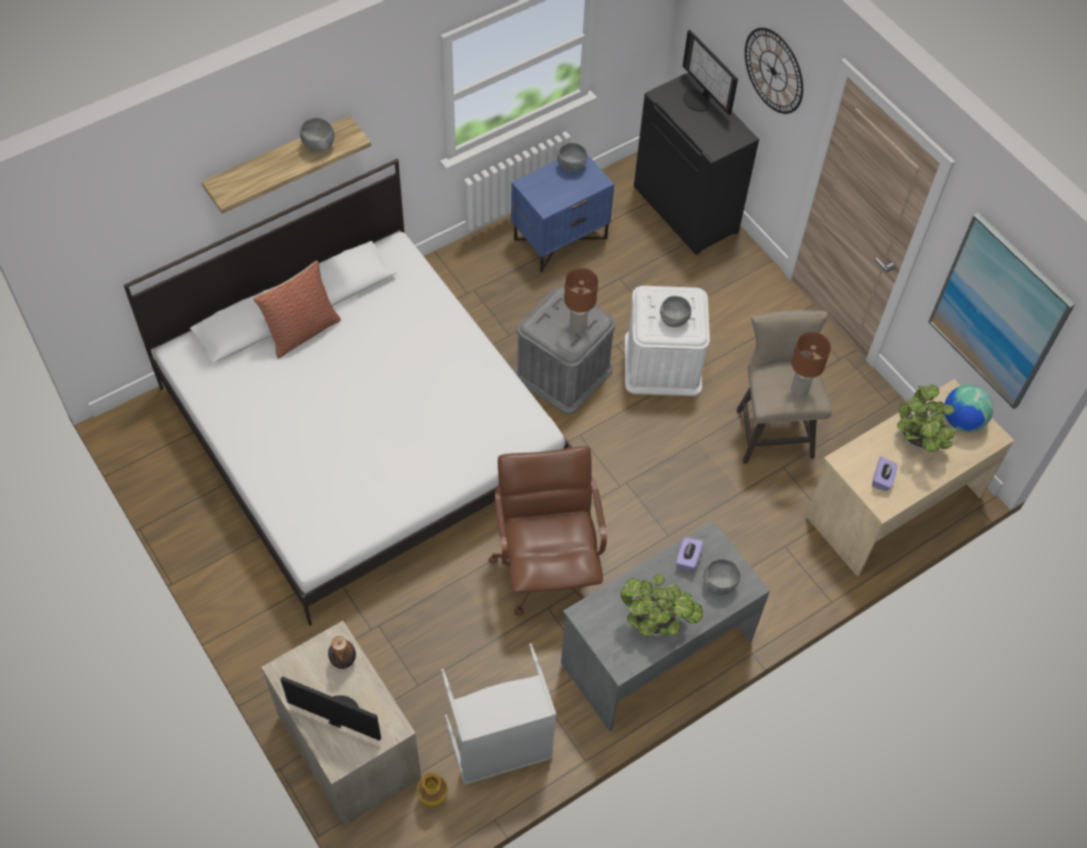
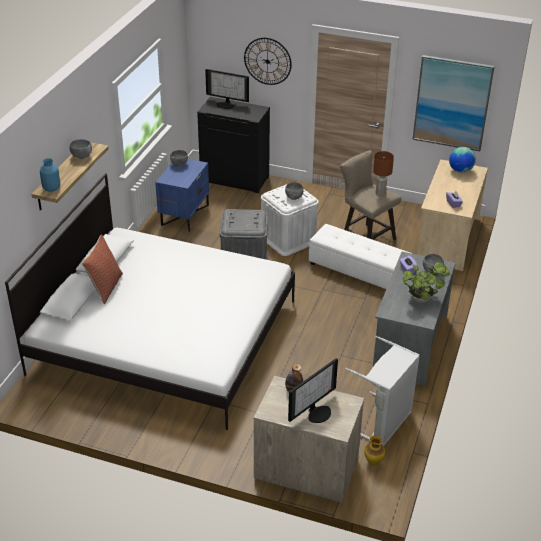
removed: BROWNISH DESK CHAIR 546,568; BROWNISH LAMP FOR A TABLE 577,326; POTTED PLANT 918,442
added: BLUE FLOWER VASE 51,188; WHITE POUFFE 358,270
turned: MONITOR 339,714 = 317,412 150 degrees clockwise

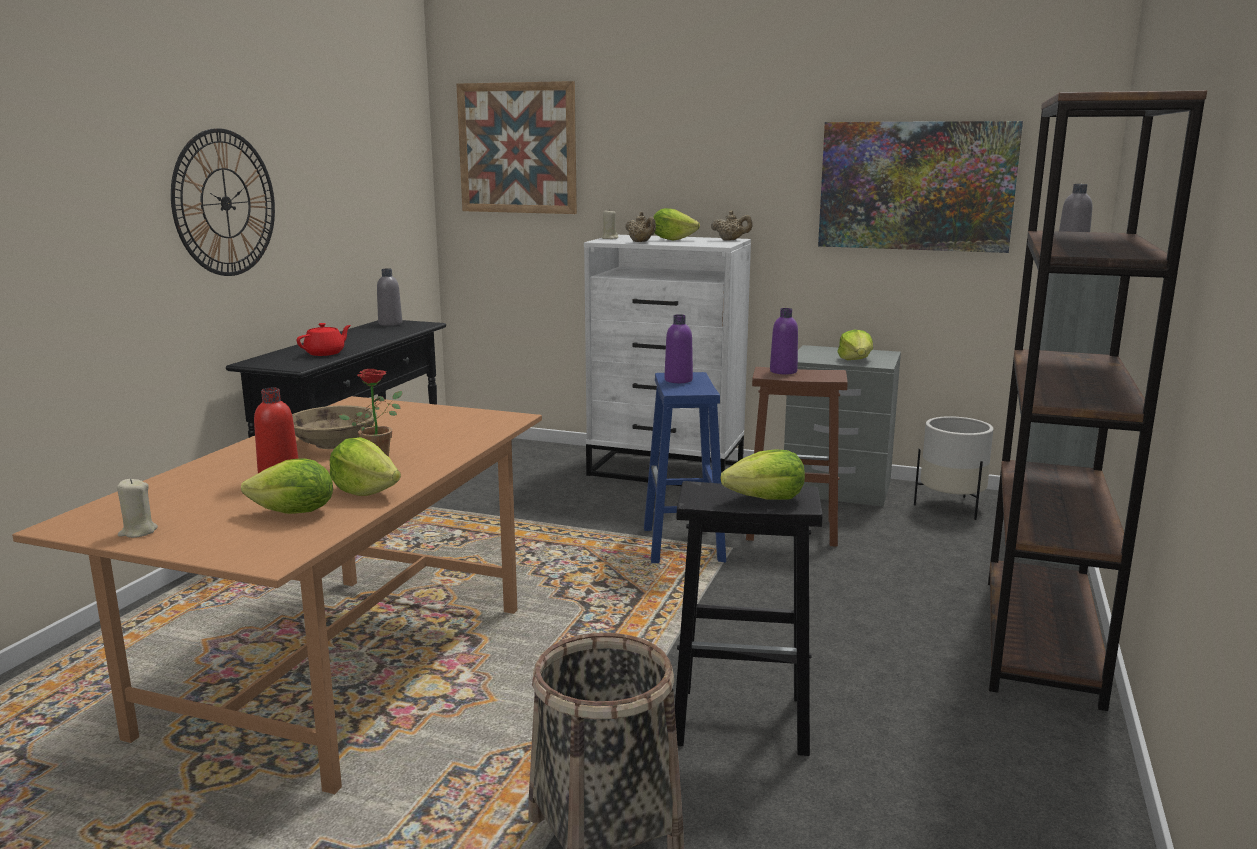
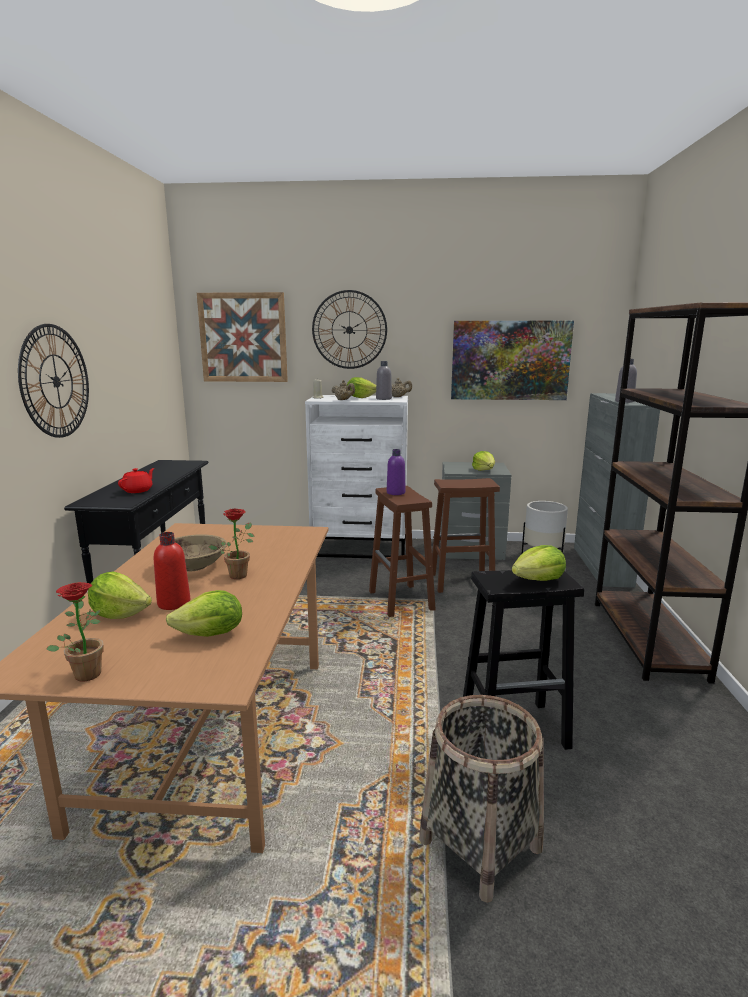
removed: PURPLISH DRINK BOTTLE 783,371
added: WALL CLOCK 349,330
moved: LETTUCE HEAD 365,491 to 120,614; GREY DRINK BOTTLE 390,324 to 383,399
replaced: BEIGE CANDLE 138,532 to POTTED PLANT 85,672
recoloured: BLUE SITTING STOOL 683,545 to BROWNISH SITTING STOOL 401,601

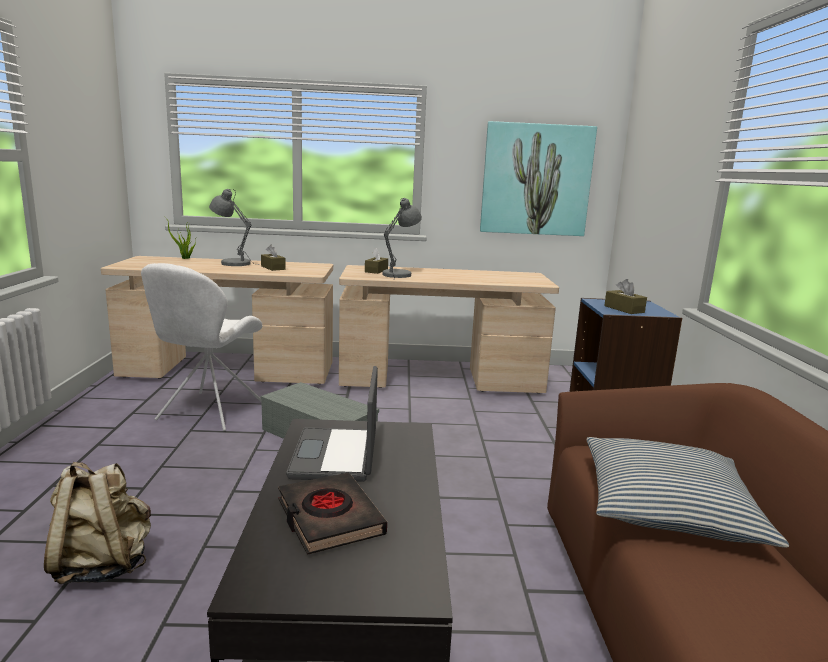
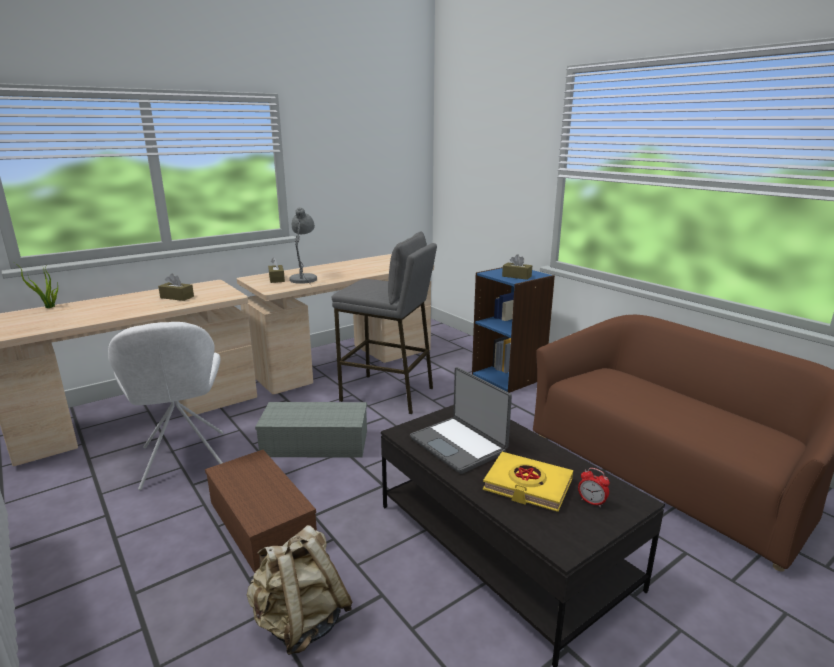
removed: GREY LAMP FOR A TABLE 233,263; PICTURE 536,180; PILLOW 667,506
added: BROWNISH STORAGE BOX 263,523; GREY SITTING STOOL 387,394; BEDSIDE CLOCK 591,502
recoloured: BLACK VOLUME 329,518 to YELLOWISH VOLUME 527,486

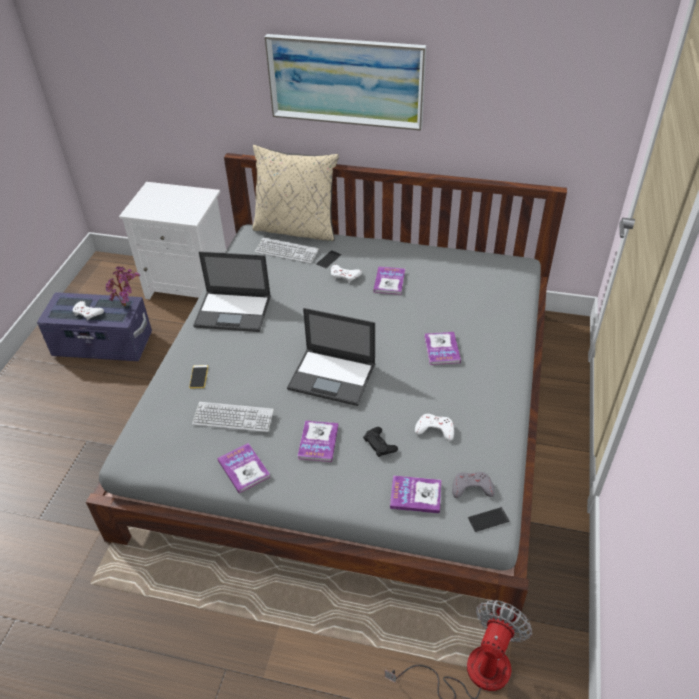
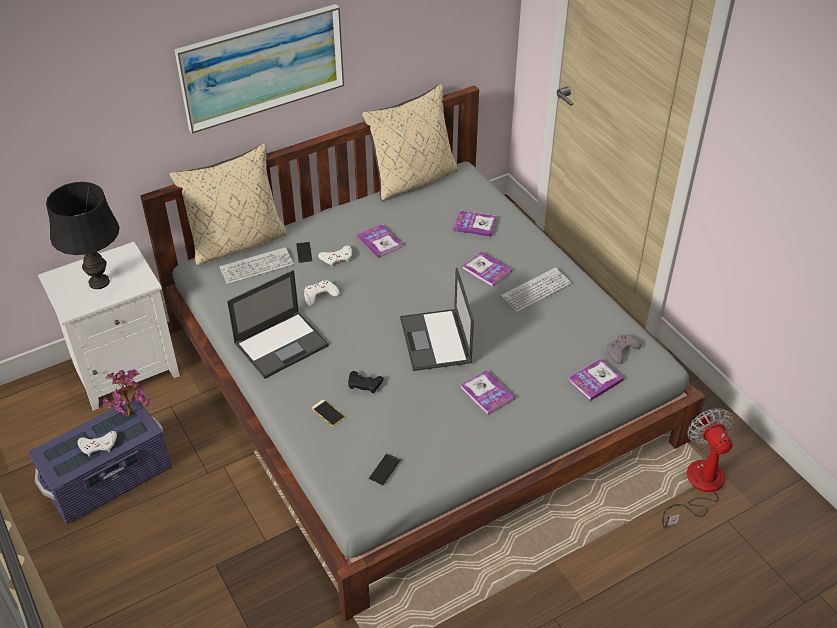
added: BLACK LAMP FOR A TABLE 99,282; BEIGE PILLOW 413,179
moved: PC KEYBOARD 233,418 to 536,291; VOLUME 244,469 to 474,224; BLACK JOYPAD 380,444 to 364,384; WHITE JOYPAD 435,429 to 320,295; TELEPHONE 488,519 to 384,469
turned: LAPTOP 333,377 = 436,341 105 degrees clockwise

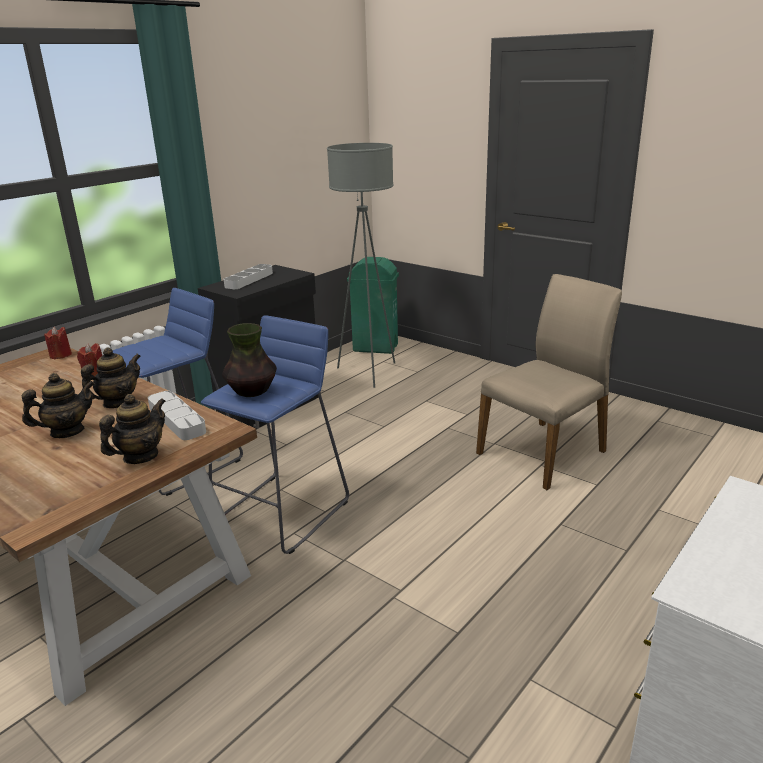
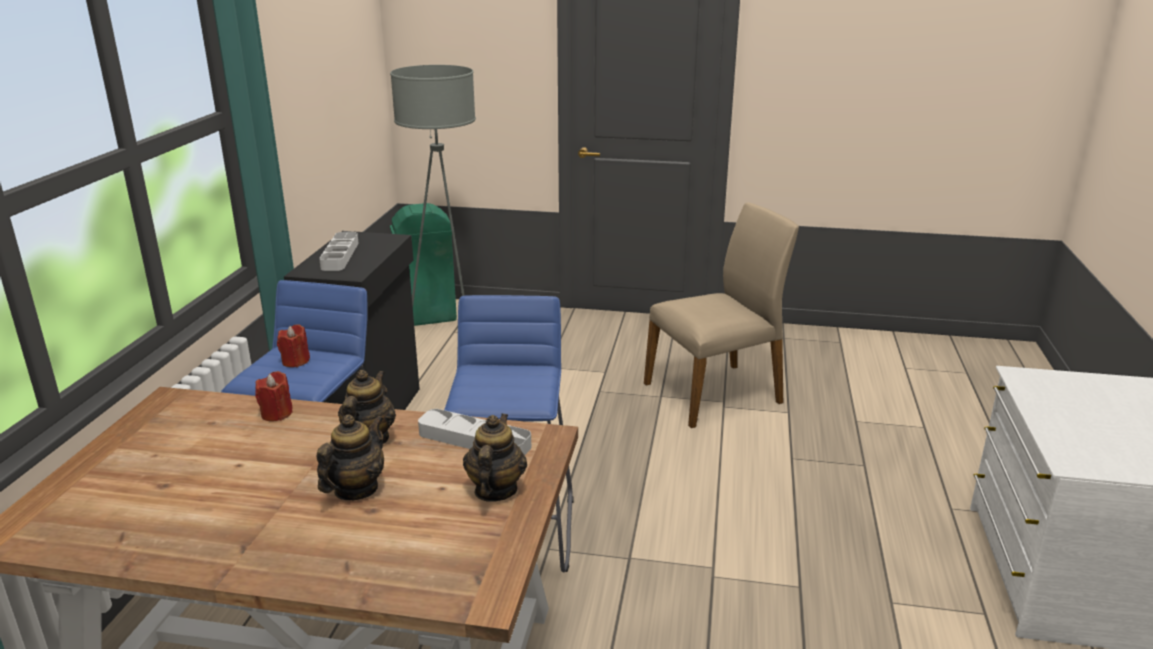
removed: FLOWER VASE 252,392
moved: REDDISH CANDLE 60,355 to 295,361
turned: BEIGE UPRIGHT CHAIR 543,452 = 714,393 45 degrees clockwise

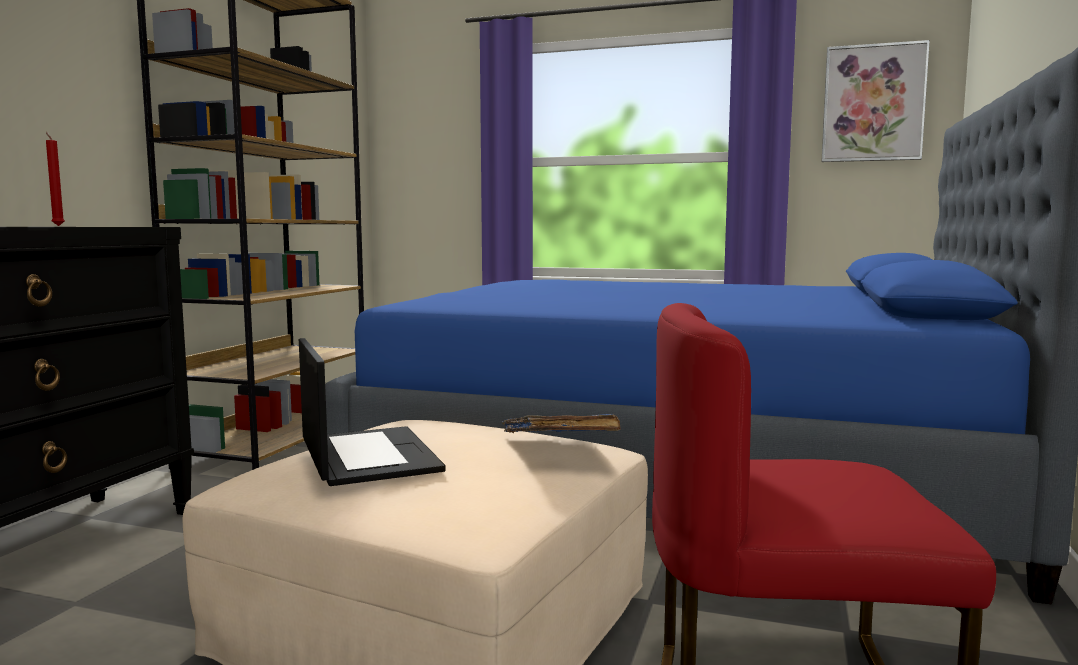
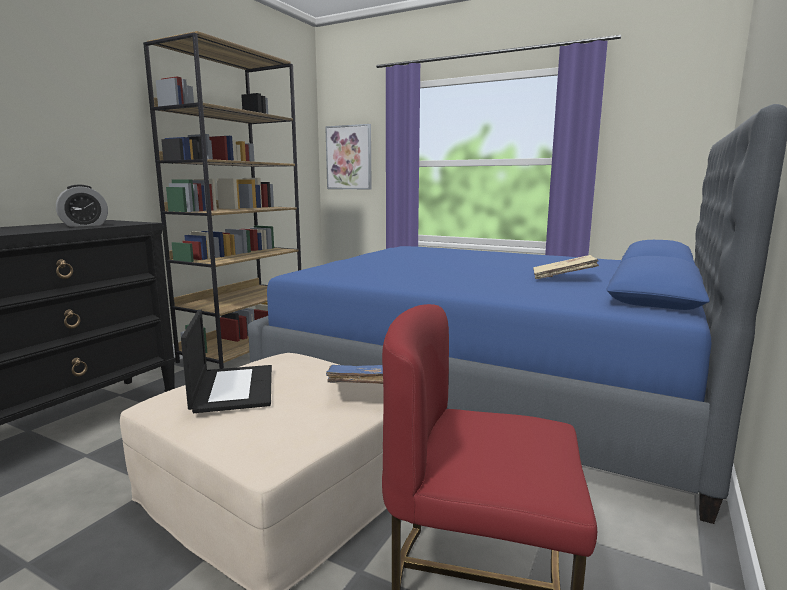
added: BEIGE VOLUME 563,278
moved: PICTURE 873,103 to 349,157
replaced: REDDISH CANDLE 57,226 to BEDSIDE CLOCK 84,225

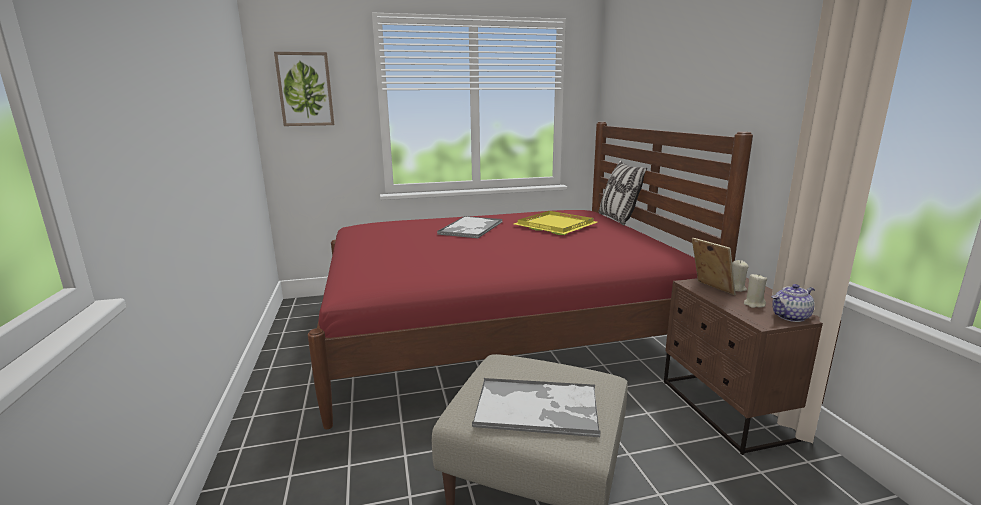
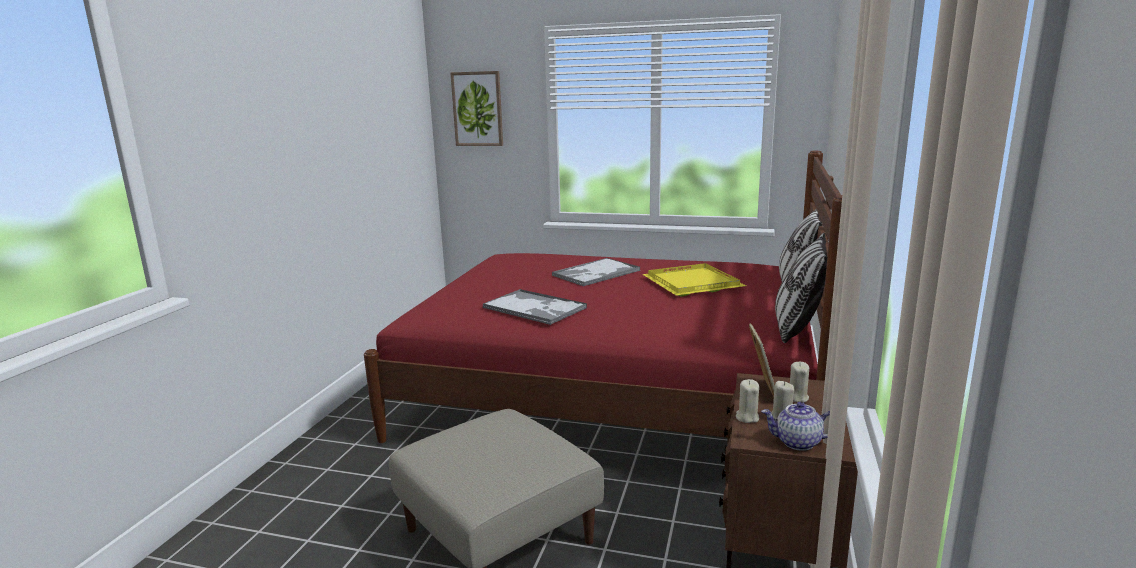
added: BEIGE CANDLE 747,417; PILLOW 797,328
moved: CARRYING TRAY 538,408 to 535,308

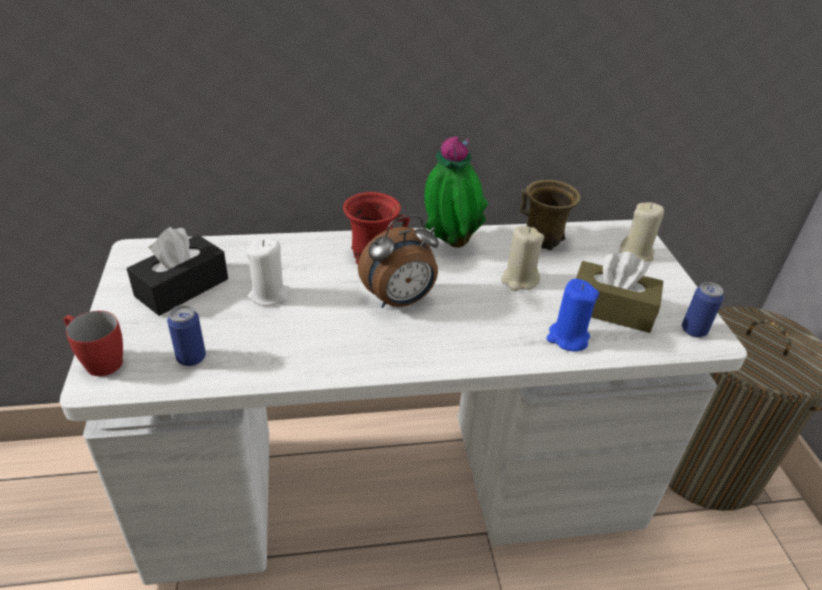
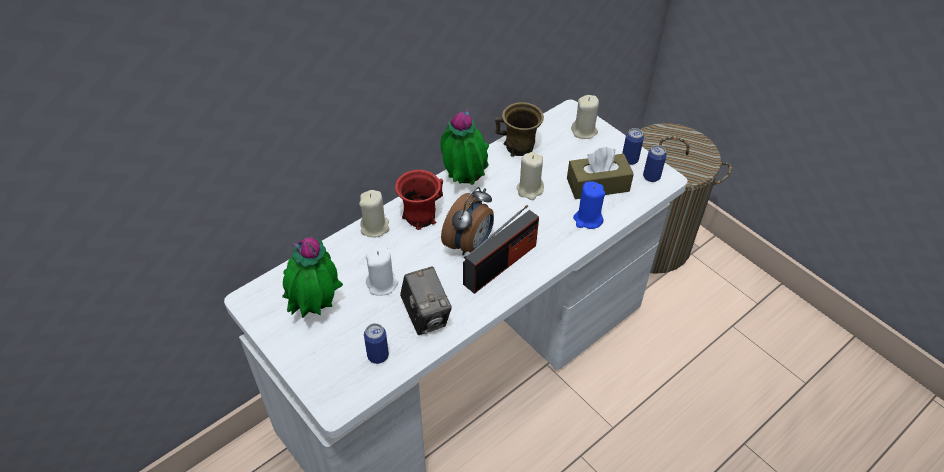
removed: REDDISH MUG 97,360
added: BEIGE CANDLE 375,227; PHOTO CAMERA 426,316; RADIO SET 500,264; SEALED CAN 629,160
replaced: BLACK TISSUE HOLDER 182,287 to POTTED PLANT 316,310

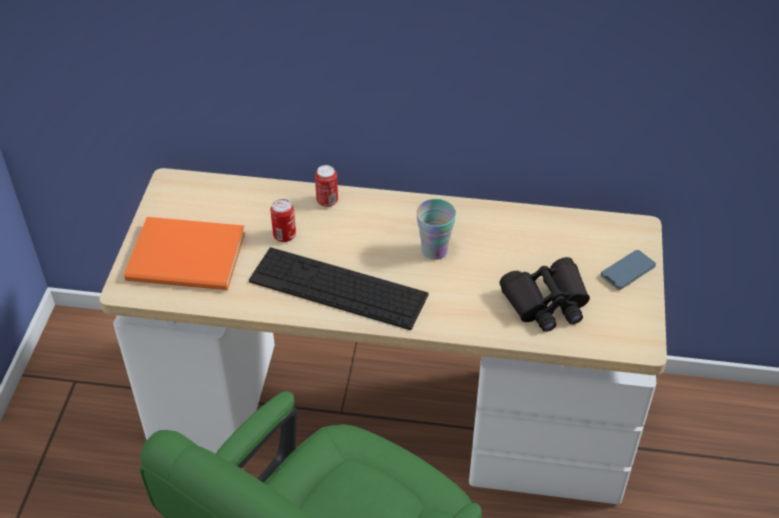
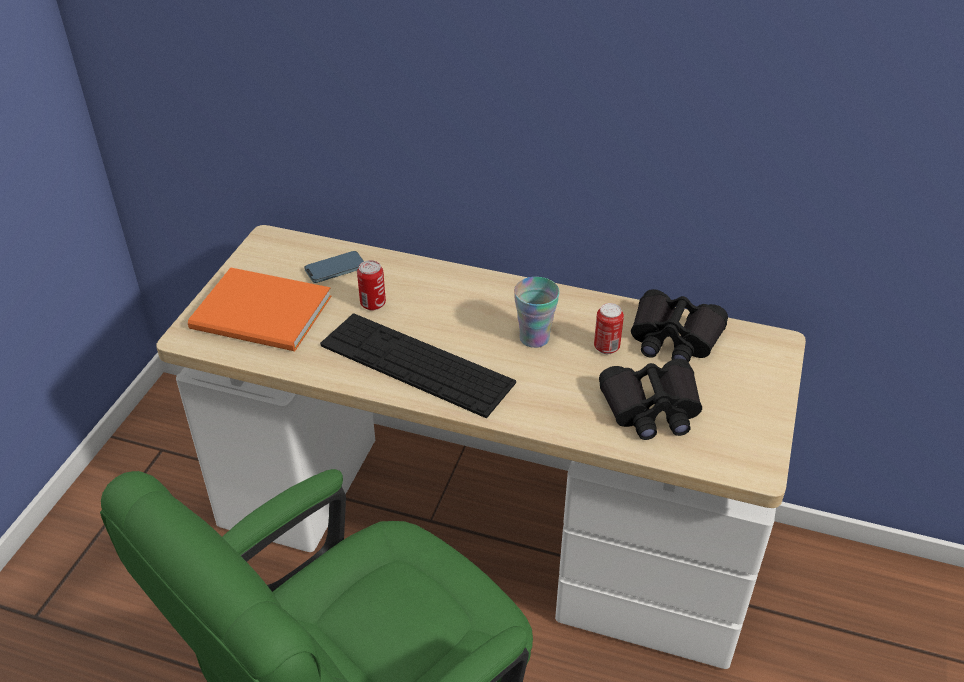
added: BLACK PAIR OF BINOCULARS 673,338
moved: SEALED CAN 327,201 to 606,347; TELEPHONE 627,272 to 335,269

